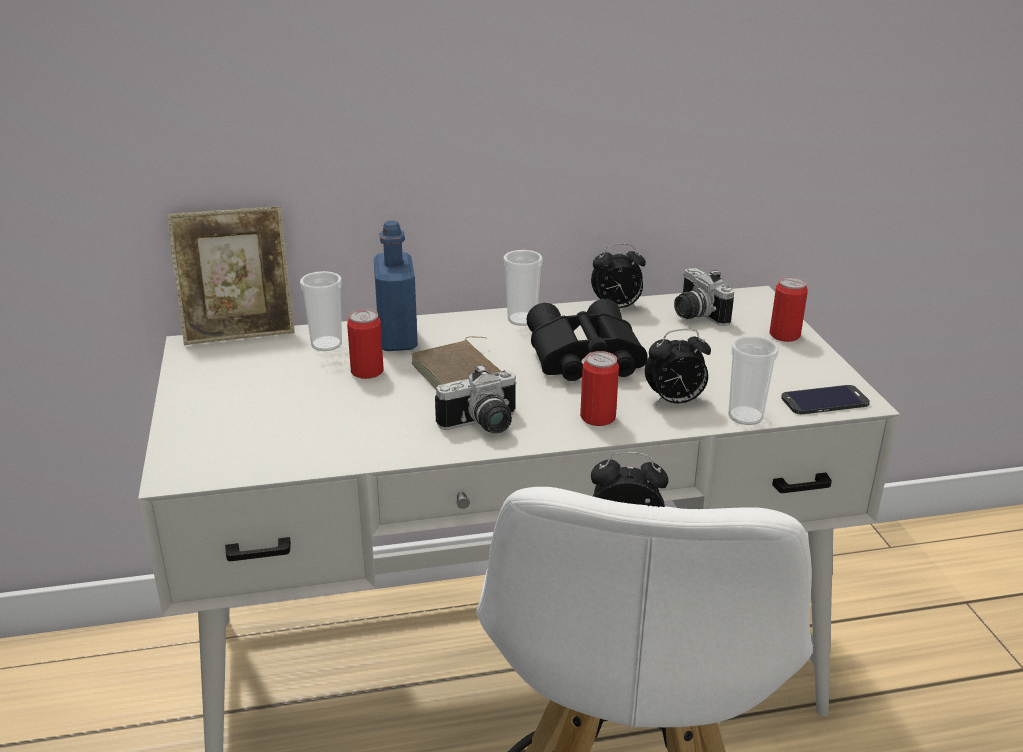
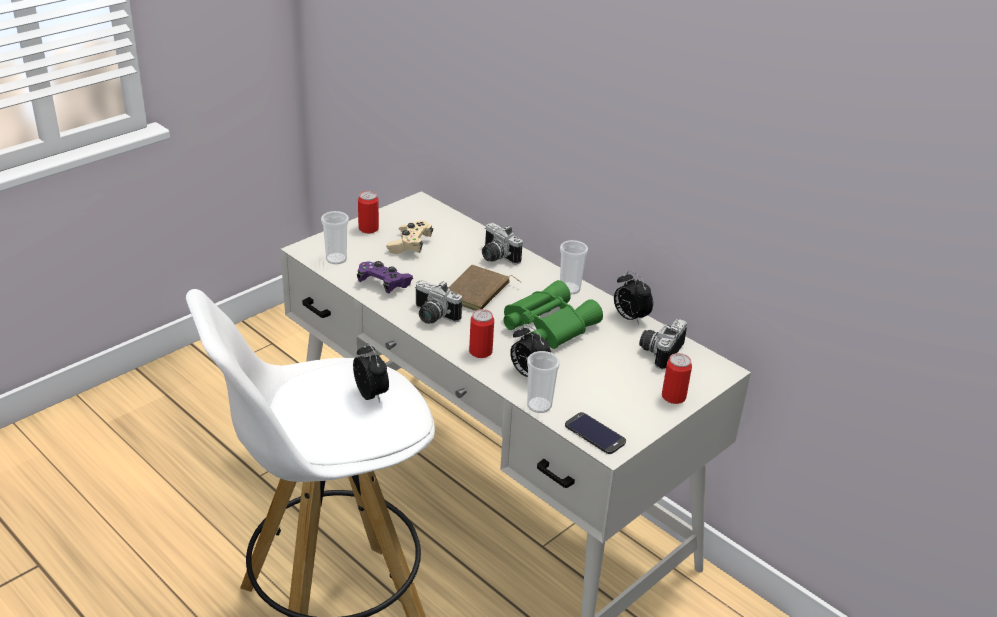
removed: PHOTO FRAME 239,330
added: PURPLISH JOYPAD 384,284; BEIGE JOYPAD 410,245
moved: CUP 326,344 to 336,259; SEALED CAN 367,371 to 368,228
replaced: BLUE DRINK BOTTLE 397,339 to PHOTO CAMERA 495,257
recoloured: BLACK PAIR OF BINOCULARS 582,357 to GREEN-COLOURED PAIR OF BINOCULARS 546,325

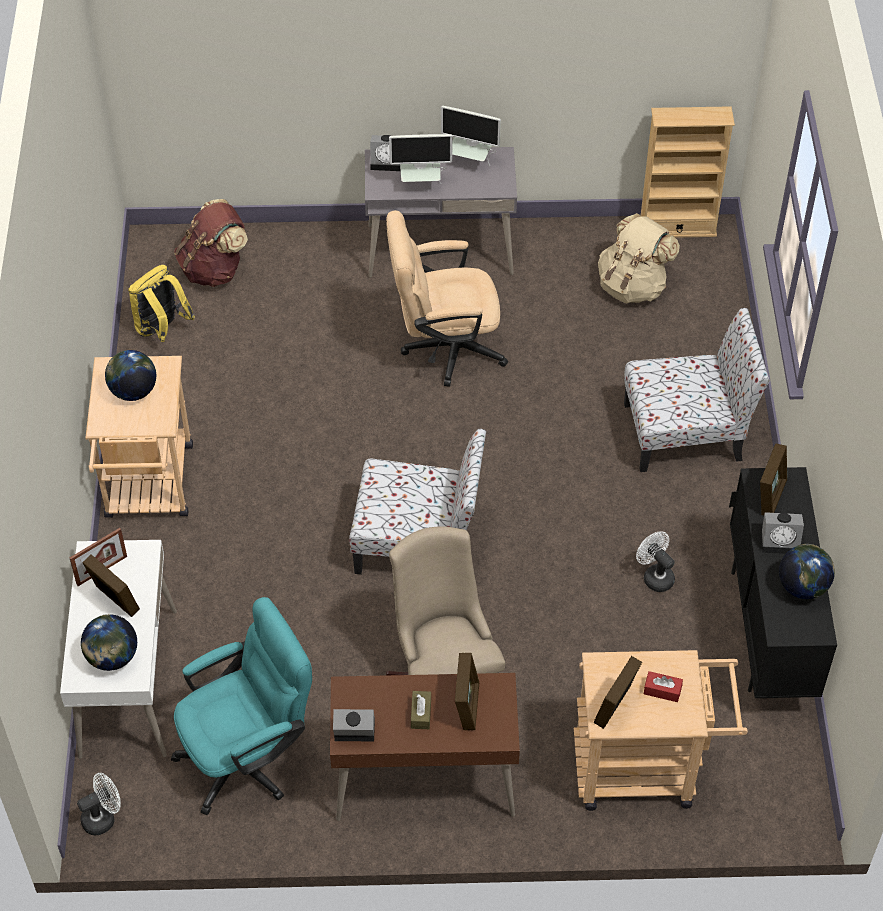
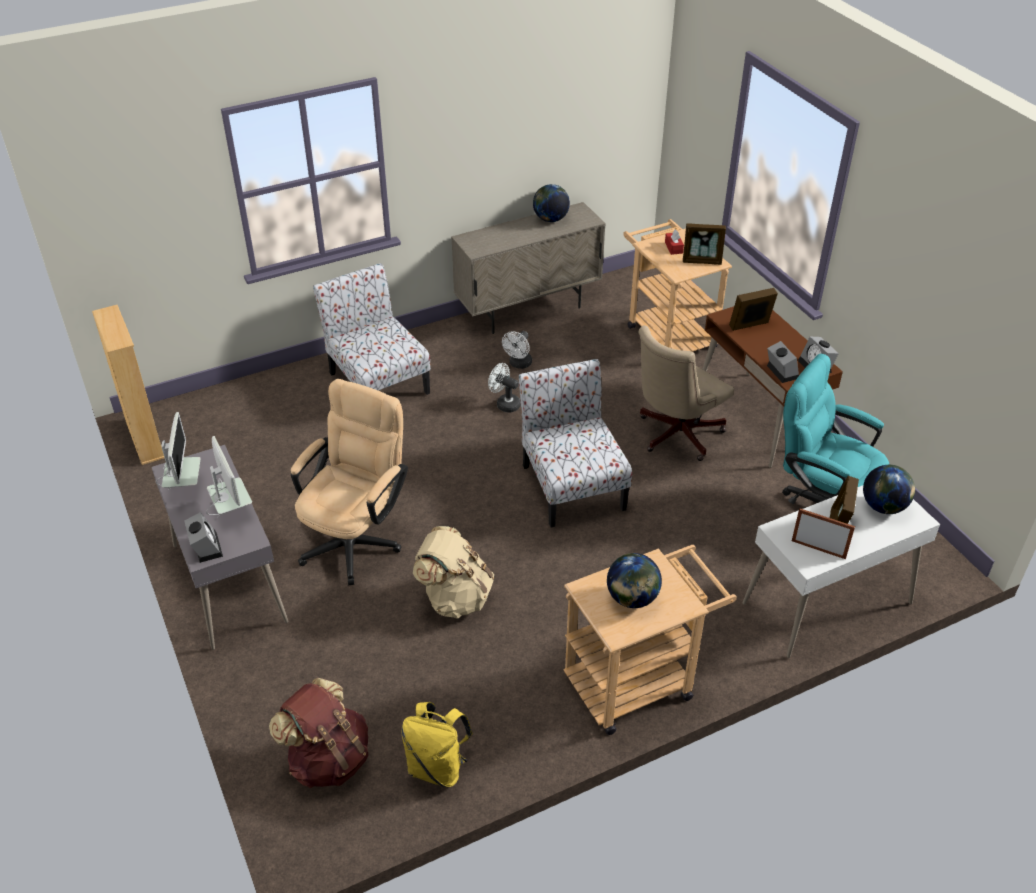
removed: BROWNISH TISSUE HOLDER 421,713; PHOTO FRAME 770,496
moved: WHITE FAN 103,817 to 505,403; BEIGE BACKPACK 633,286 to 455,597; BEDSIDE CLOCK 781,541 to 780,371
recoloured: BLACK CABINET 768,631 to BEIGE CABINET 528,310
turned: BEIGE DESK CHAIR 444,348 = 356,538 120 degrees counterclockwise

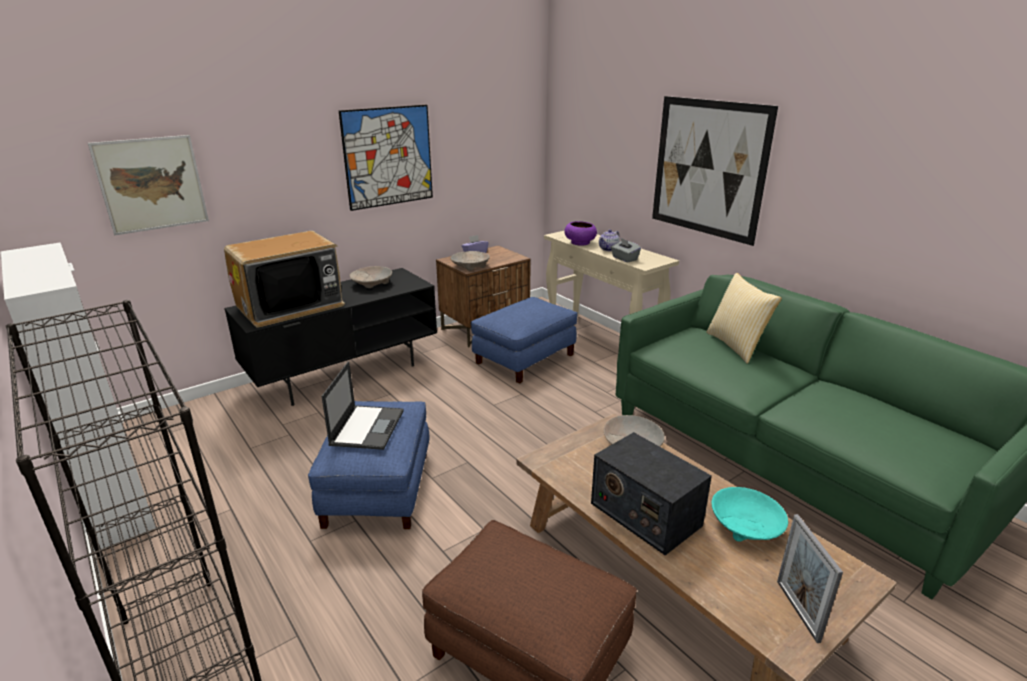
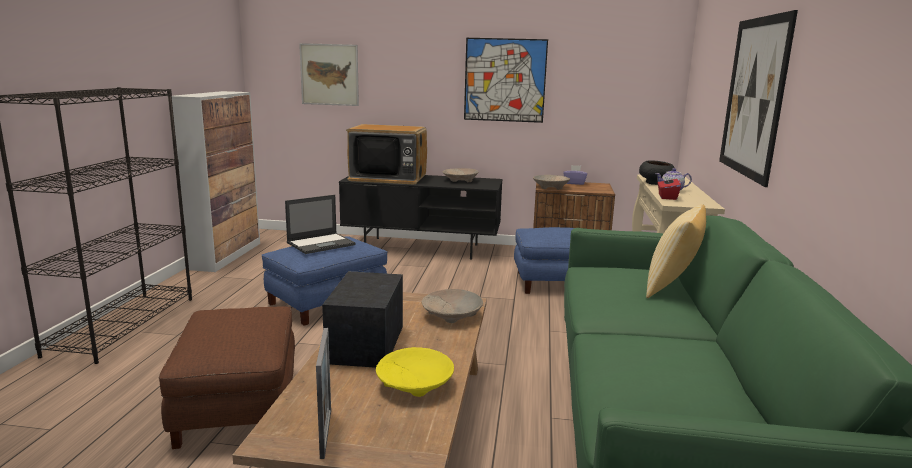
recoloured: PURPLISH SERVING BOWL 580,242 to BLACK SERVING BOWL 656,183; GREY TISSUE HOLDER 624,259 to REDDISH TISSUE HOLDER 667,197; TURQUOISE SERVING BOWL 746,525 to YELLOWISH SERVING BOWL 415,384
turned: PHOTO FRAME 797,610 = 325,433 135 degrees clockwise

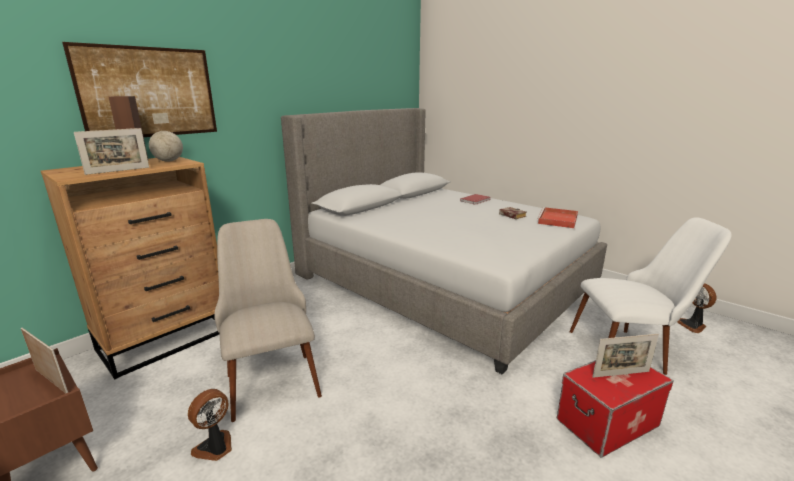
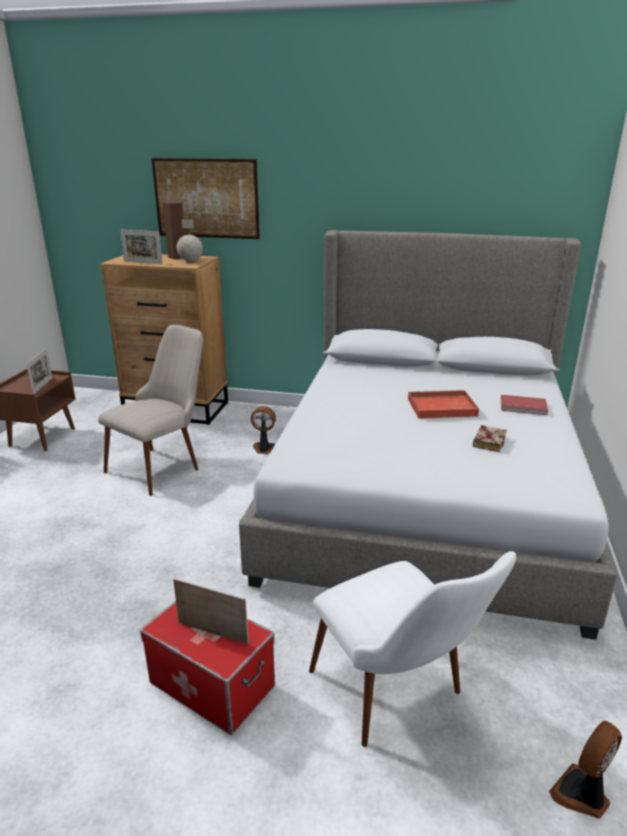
moved: FAN 215,448 to 264,449; REDDISH CARRYING TRAY 557,220 to 440,407
turned: PHOTO FRAME 621,374 = 212,633 150 degrees clockwise

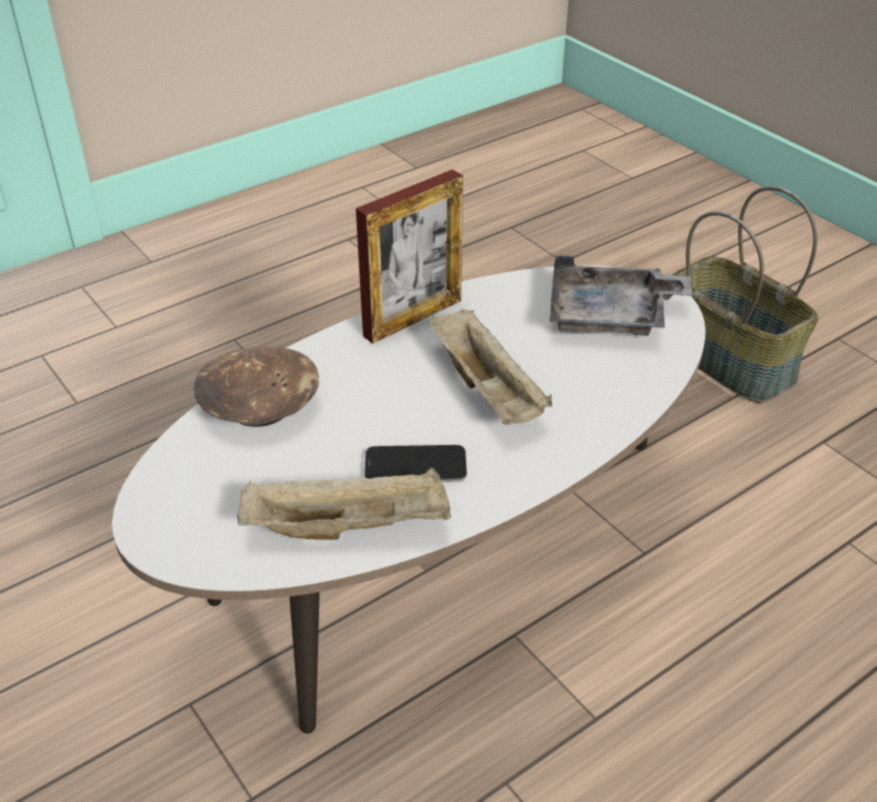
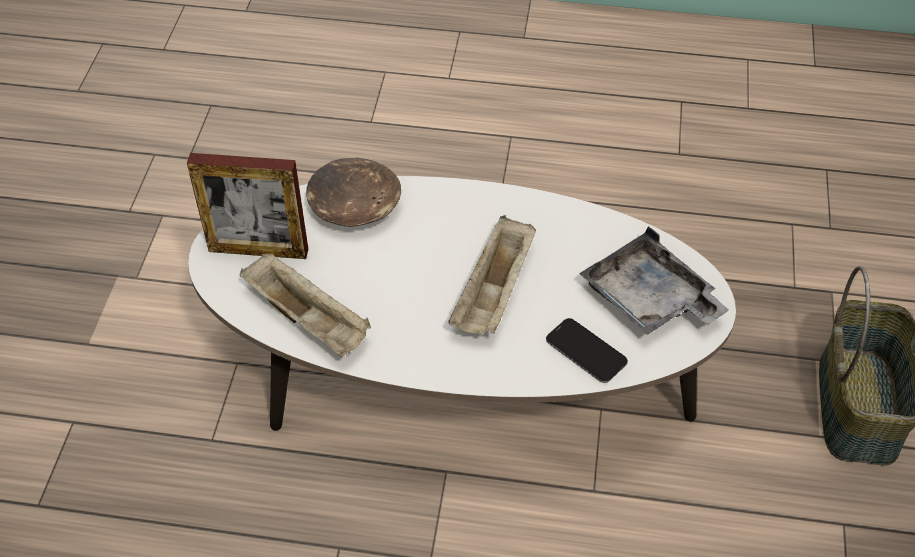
moved: PHOTO FRAME 413,318 to 258,250; TELEPHONE 415,466 to 586,351

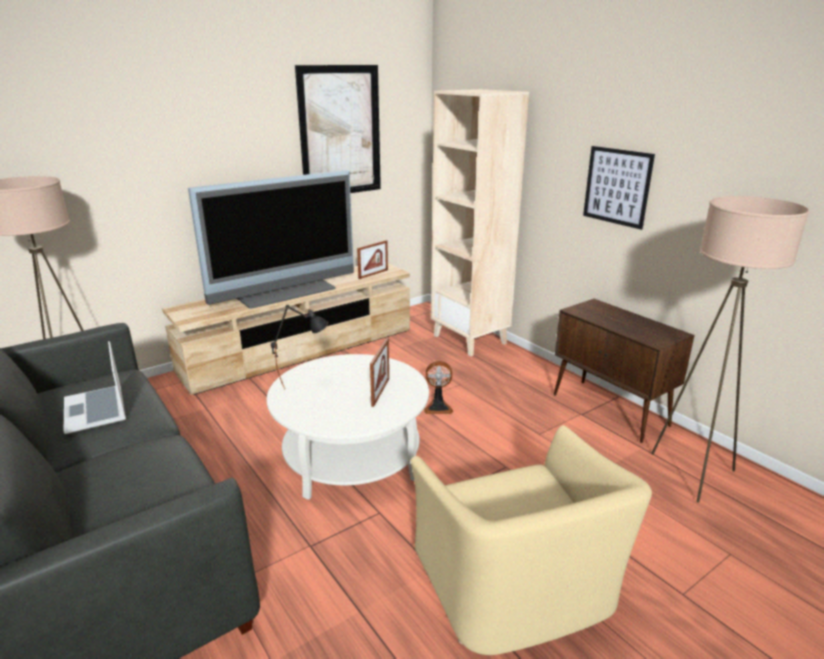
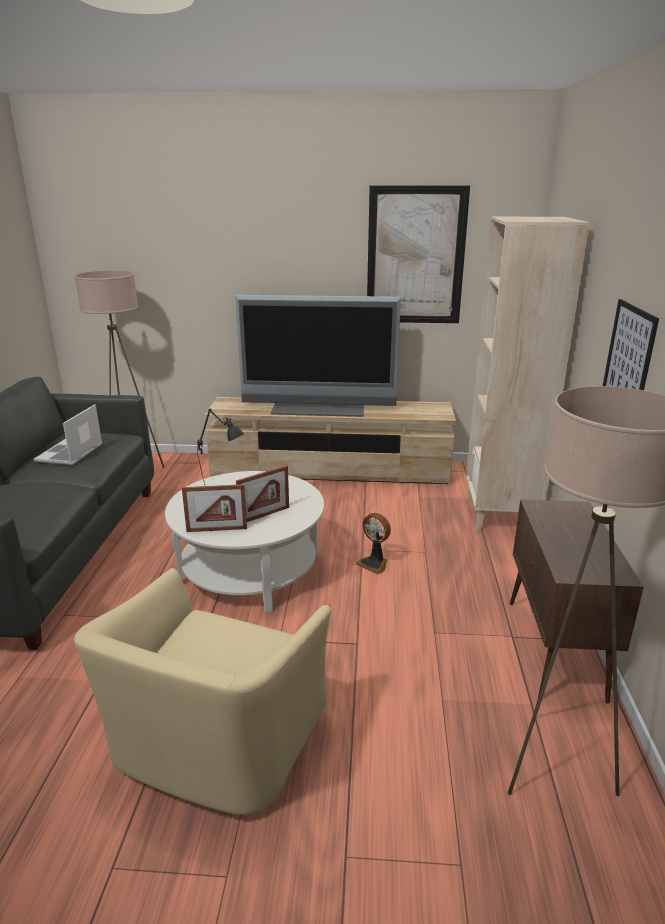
moved: PHOTO FRAME 373,274 to 217,530

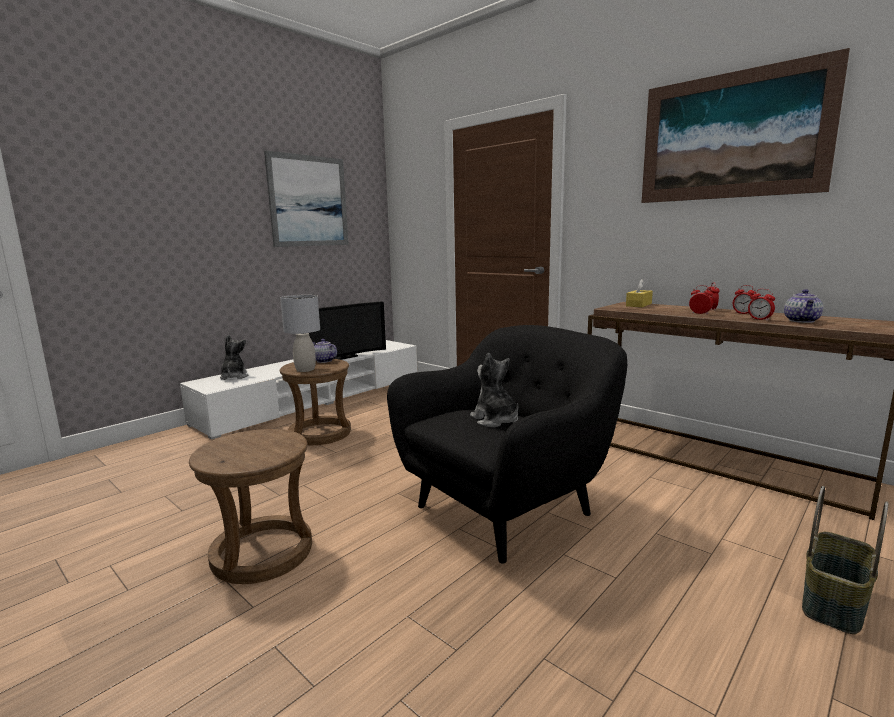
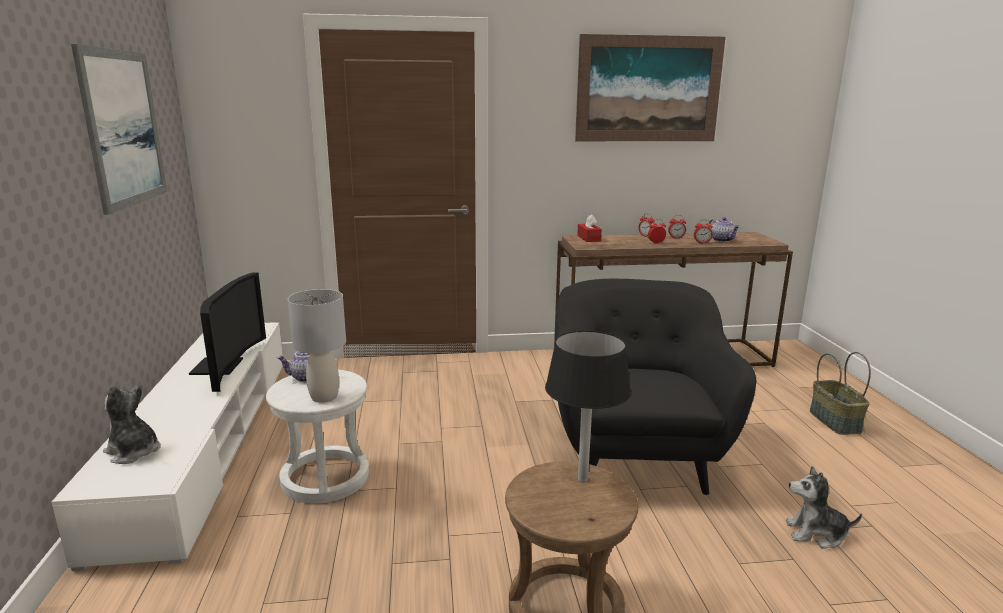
added: BLACK LAMP FOR A TABLE 582,479
moved: PLUSH TOY 495,420 to 816,534
recoloured: BROWNISH SITTING STOOL 320,433 to WHITE SITTING STOOL 326,478; YELLOWISH TISSUE HOLDER 638,305 to REDDISH TISSUE HOLDER 589,238

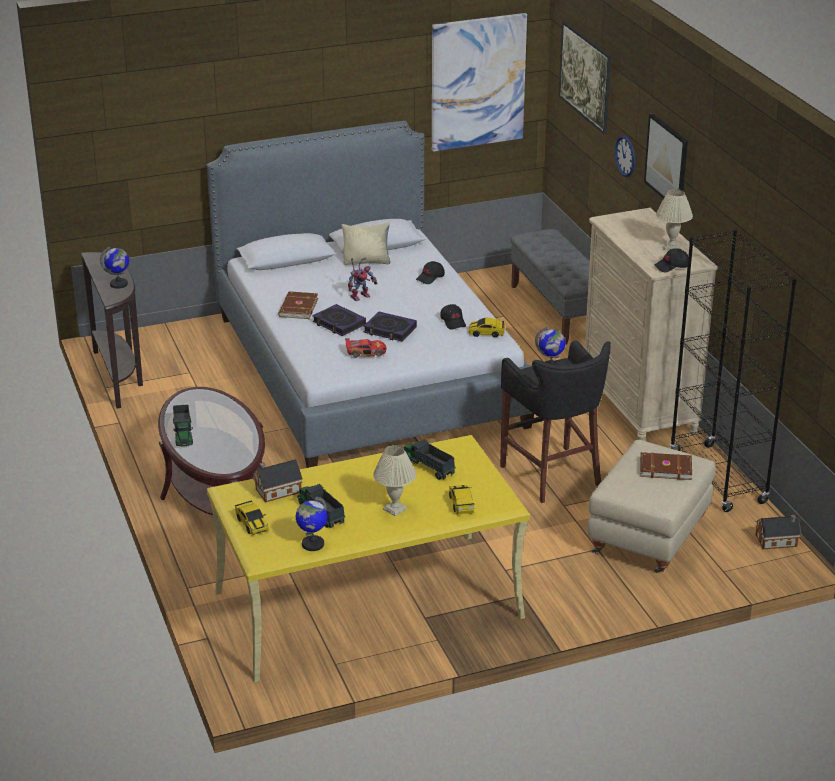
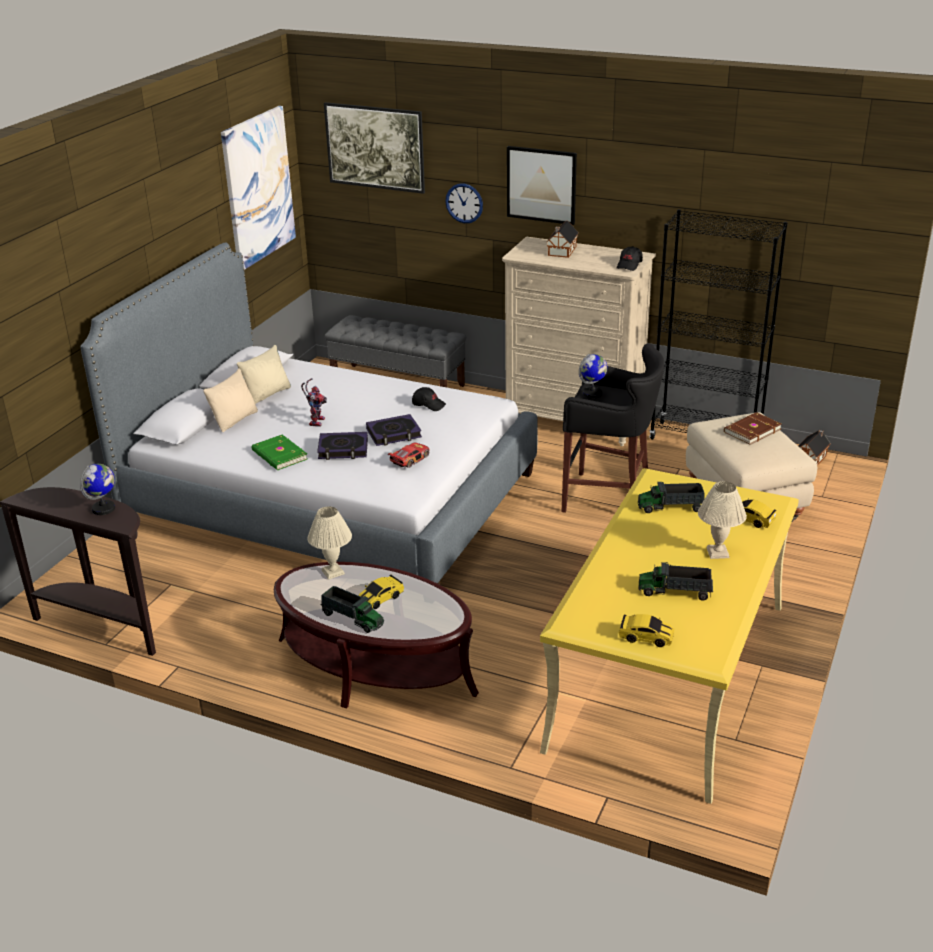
removed: WORLD GLOBE 312,544; BLACK BASEBALL CAP 430,278
added: BEIGE PILLOW 234,420
moved: MODEL HOUSE 276,491 to 561,251; TOY CAR 486,333 to 380,598; BEIGE LAMP FOR A TABLE 671,247 to 332,572
recoloured: BROWNISH VOLUME 297,307 to GREEN-COLOURED VOLUME 279,455

